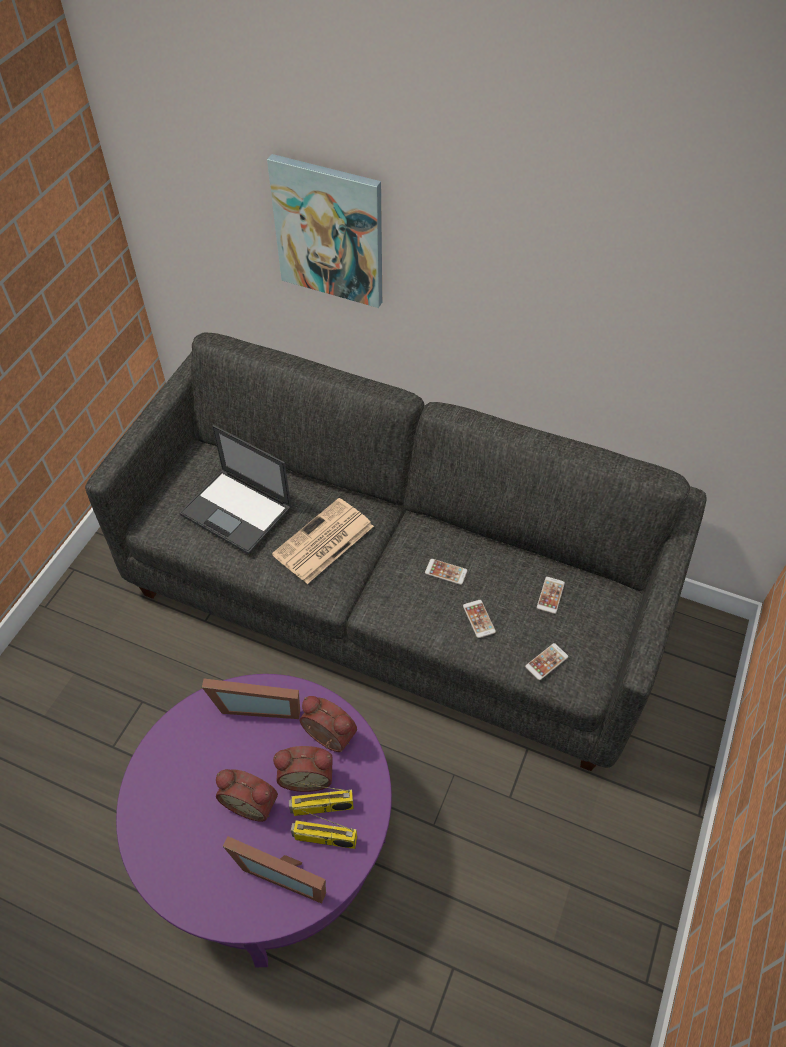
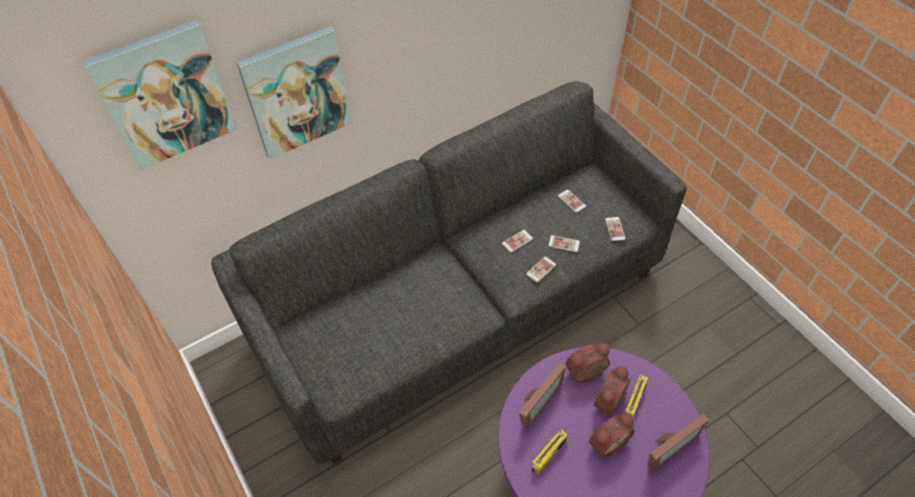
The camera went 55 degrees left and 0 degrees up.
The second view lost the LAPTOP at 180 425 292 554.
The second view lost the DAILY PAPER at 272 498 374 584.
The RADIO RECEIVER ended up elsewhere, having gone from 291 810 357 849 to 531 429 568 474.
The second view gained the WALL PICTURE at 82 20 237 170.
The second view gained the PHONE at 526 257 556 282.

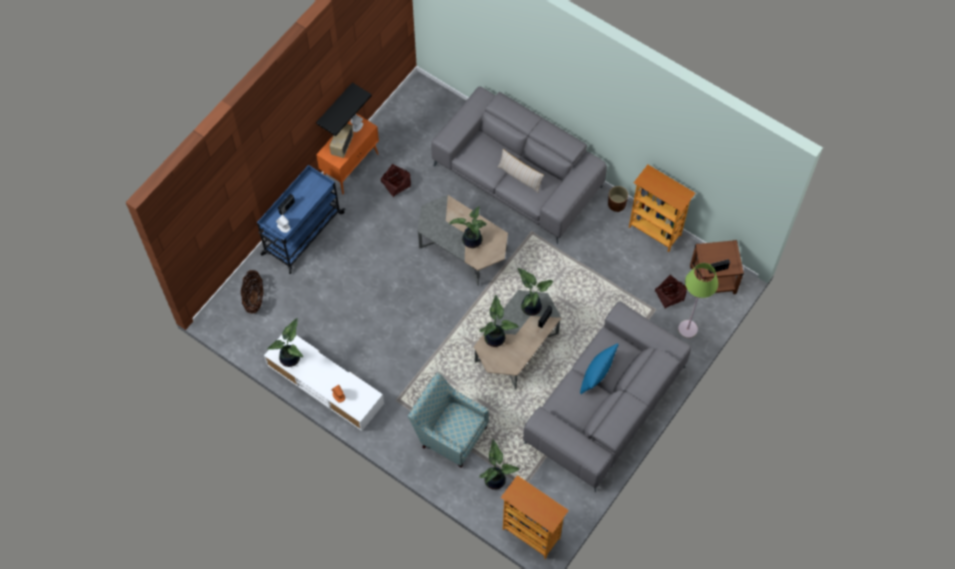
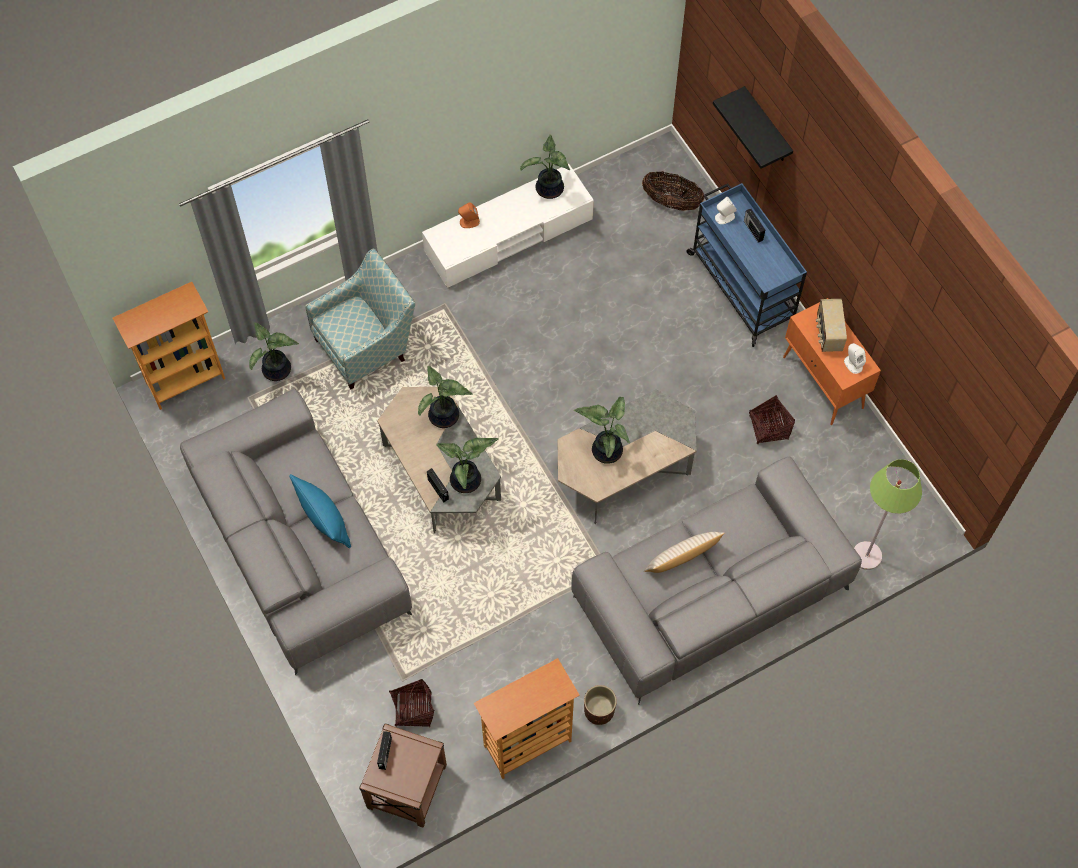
The camera went 115 degrees right and 0 degrees up.
The BLACKISH WALL SHELF ended up elsewhere, having gone from 316 82 372 136 to 713 86 793 169.
The RADIO RECEIVER at 329 124 353 158 ended up facing another way, 135 degrees counterclockwise from before.
The GREEN-COLOURED STANDARD LAMP ended up elsewhere, having gone from 678 263 718 338 to 854 459 922 570.

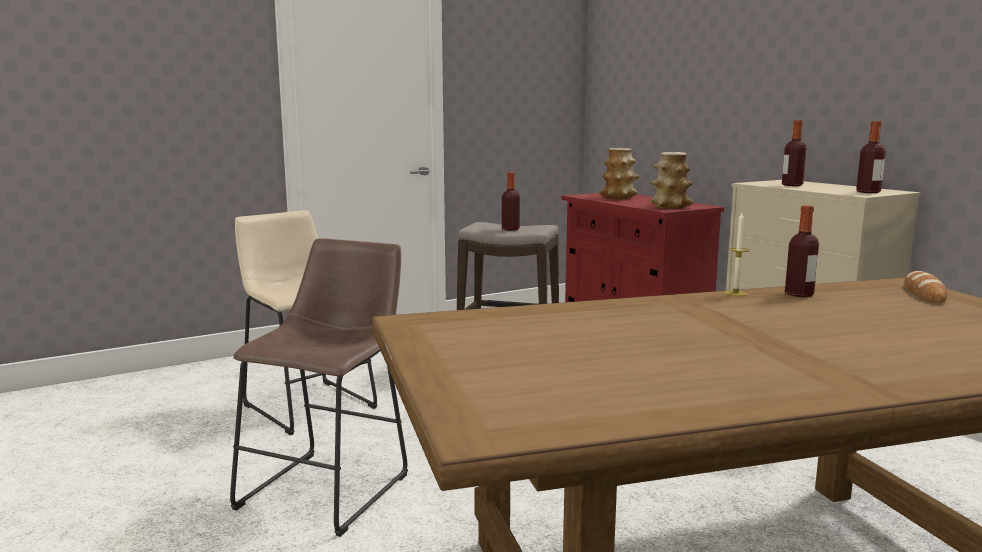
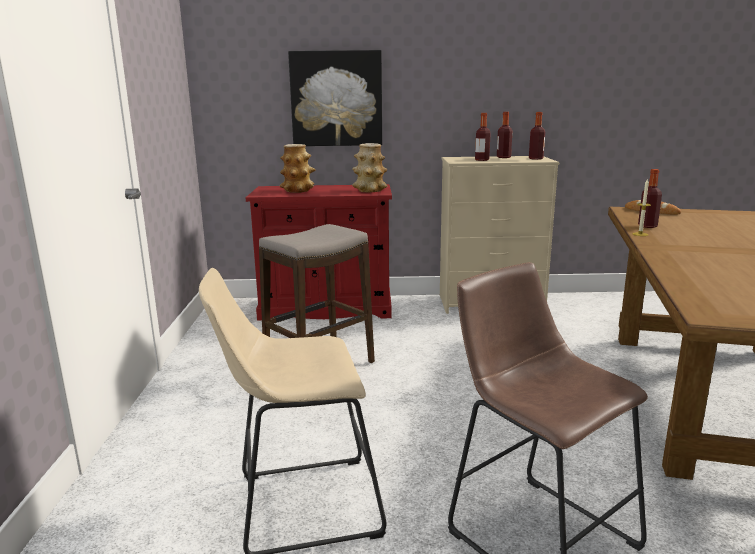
The camera went 60 degrees left and 5 degrees up.
The DRINK BOTTLE ended up elsewhere, having gone from 502 172 520 231 to 497 112 512 158.
The second view gained the WALL PICTURE at 288 50 382 146.

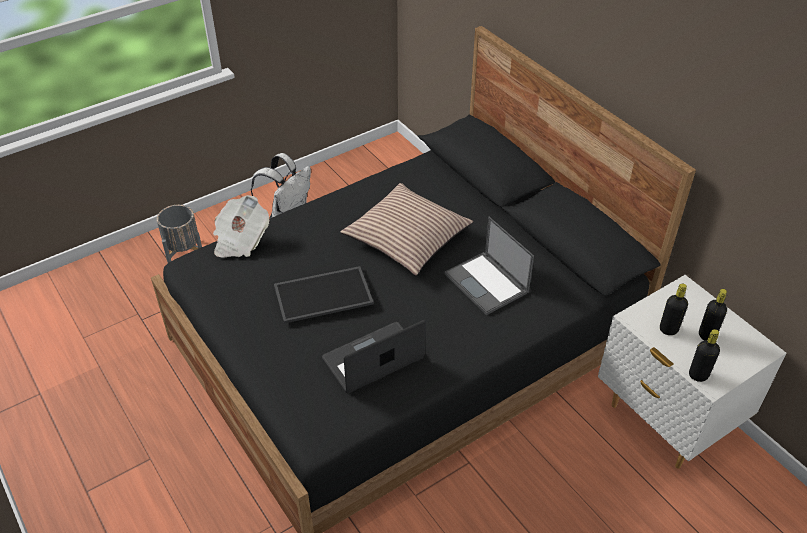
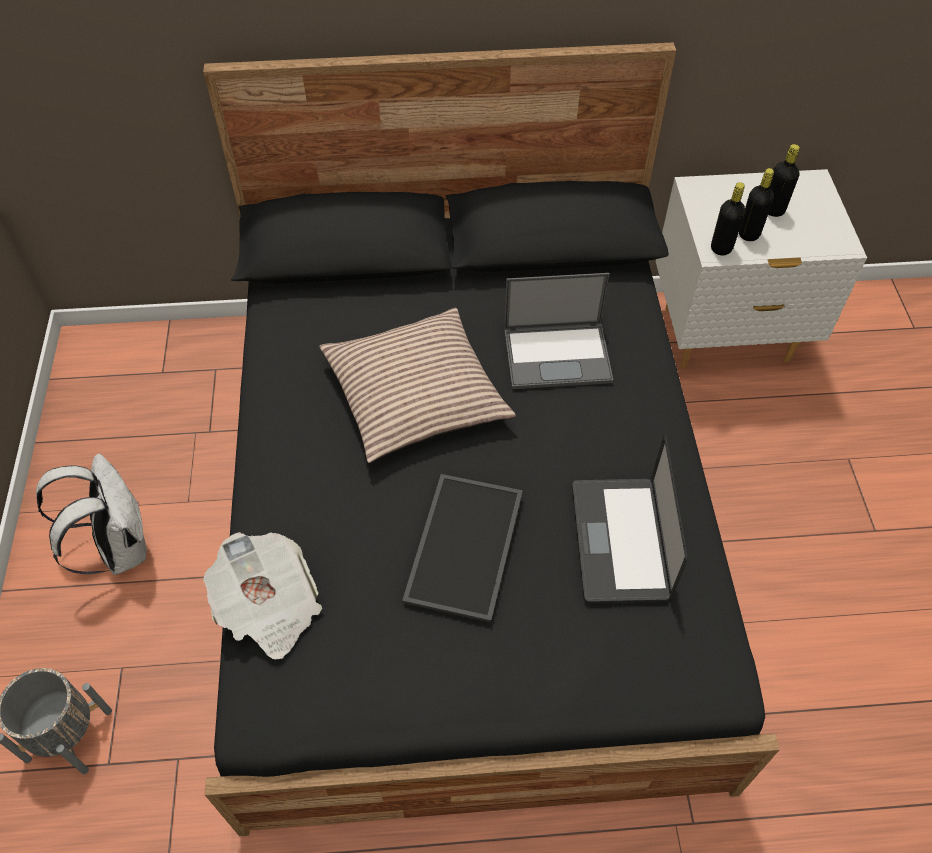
The camera went 60 degrees left and 10 degrees up.
The BLACKISH DRINK BOTTLE ended up elsewhere, having gone from 689 329 720 382 to 711 182 745 256.

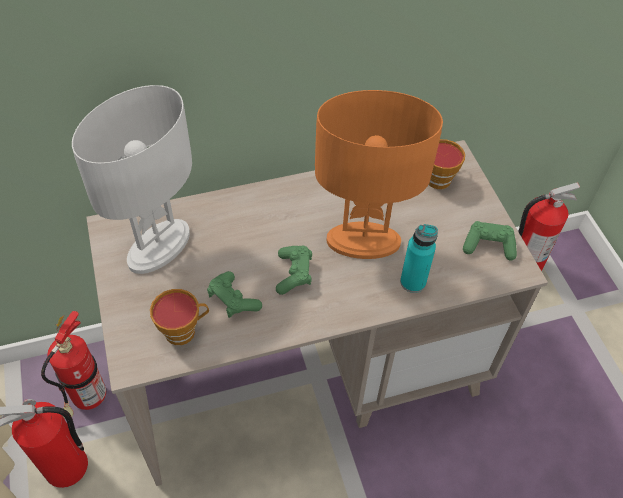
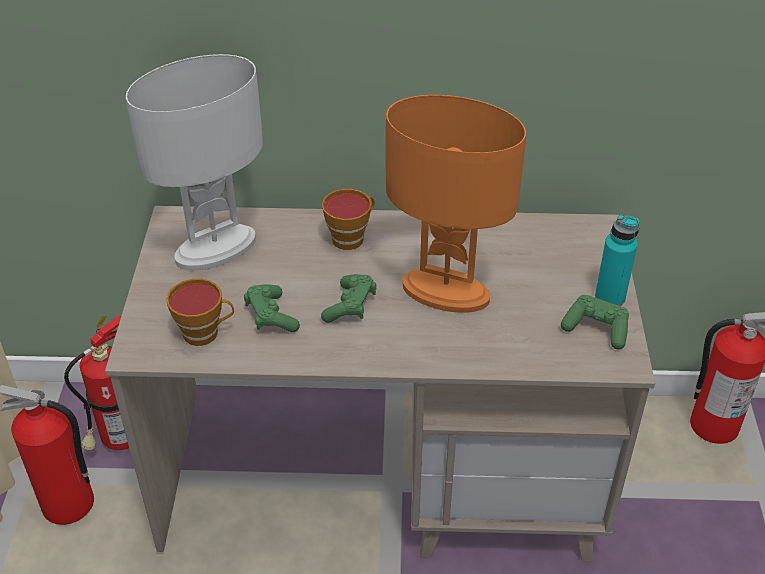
The camera went 20 degrees right and 10 degrees down.
The BLUE-GREEN DRINK BOTTLE ended up elsewhere, having gone from 400 224 438 293 to 595 214 640 306.
The DRINKING CUP ended up elsewhere, having gone from 428 139 465 189 to 322 189 375 250.

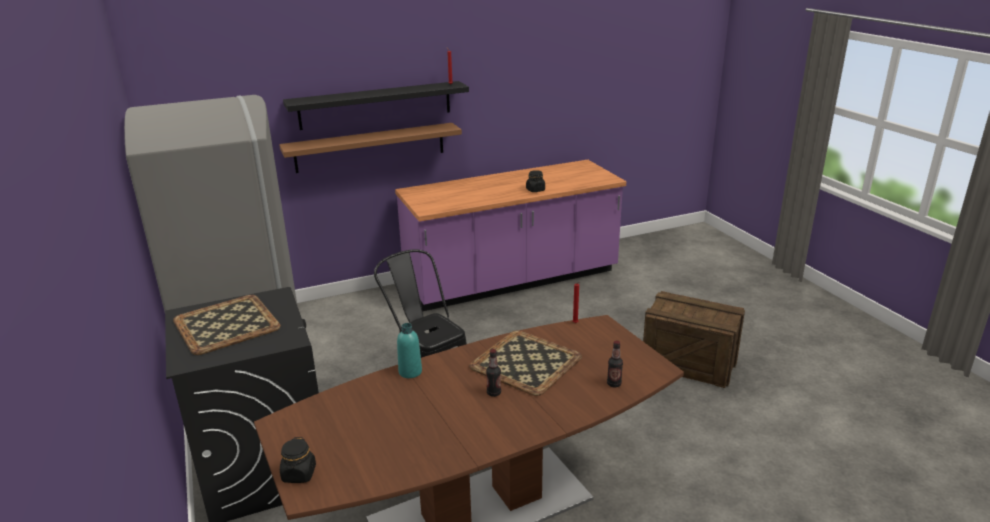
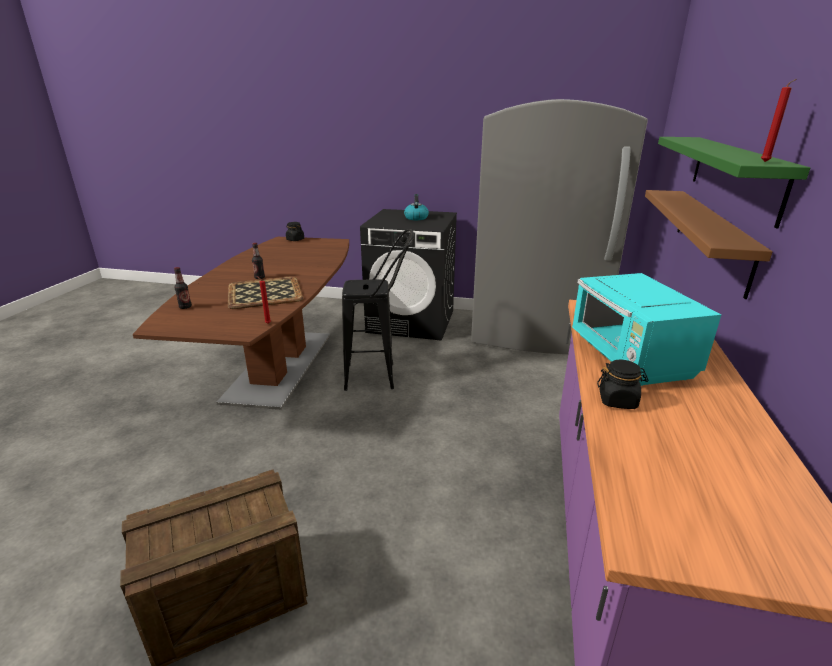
The camera went 125 degrees right and 0 degrees up.
Where the CARRYING TRAY stood at 173 295 281 355, the WATER KETTLE came to stand at 404 194 429 220.
What was the BLACKISH WALL SHELF at 283 81 469 130 turned into the GREEN-COLOURED WALL SHELF at 658 137 810 229.
The second view lost the BLUE-GREEN DRINK BOTTLE at 397 323 422 378.
The second view gained the BLUE-GREEN MICROWAVE OVEN at 572 273 721 386.

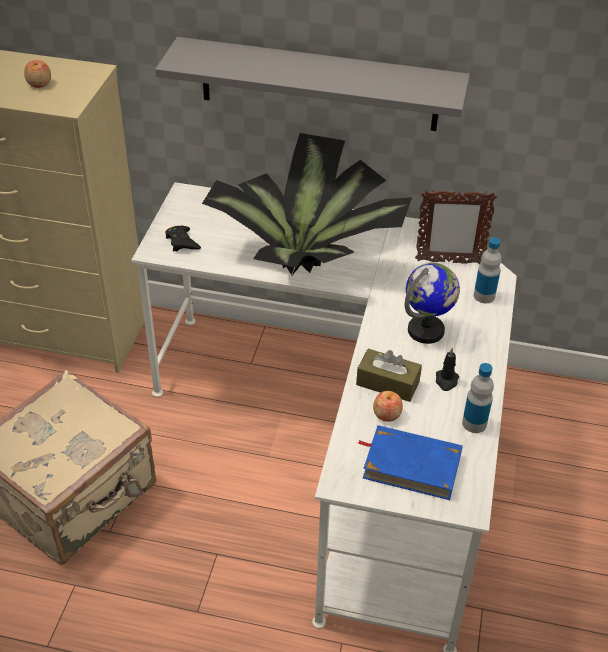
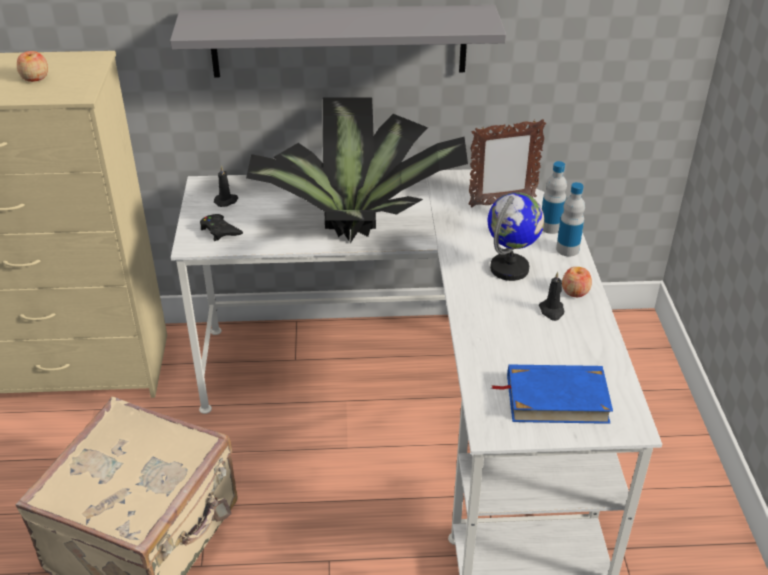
The camera went 15 degrees left and 5 degrees down.
The second view lost the BROWNISH TISSUE HOLDER at 356 349 422 402.
The APPLE FRUIT ended up elsewhere, having gone from 373 391 403 422 to 562 267 592 297.
The DRINK BOTTLE ended up elsewhere, having gone from 462 363 494 433 to 556 182 585 257.
The second view gained the BLACKISH WAX CANDLE at 214 165 238 207.

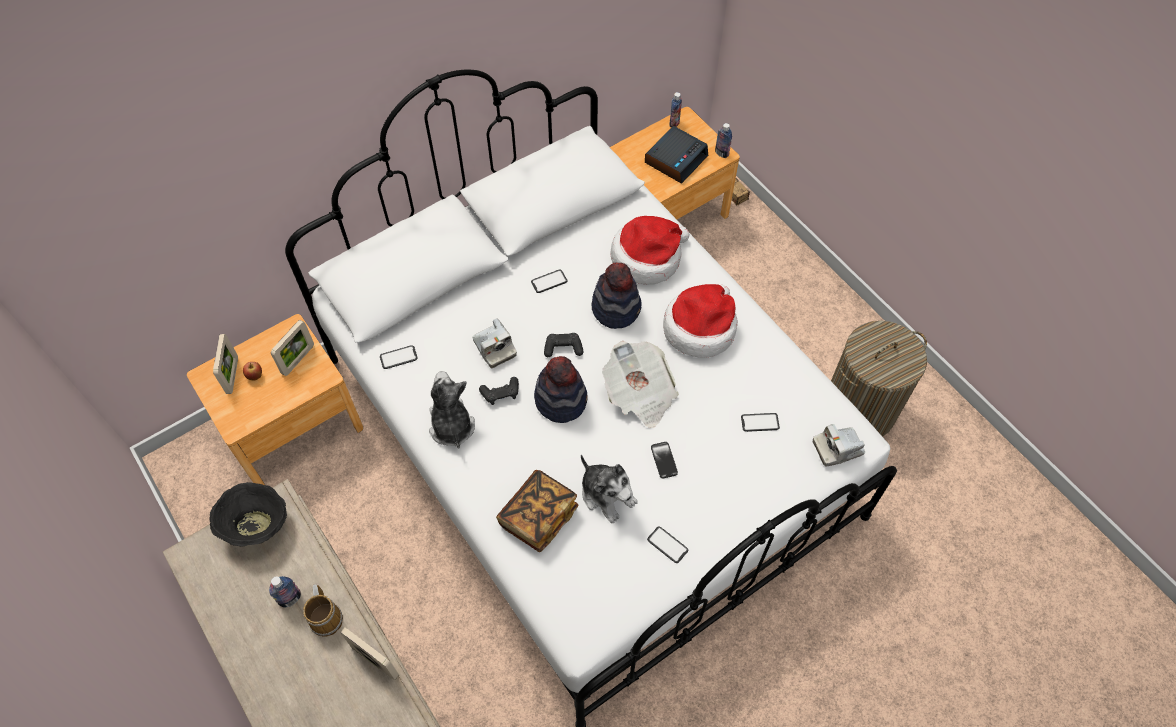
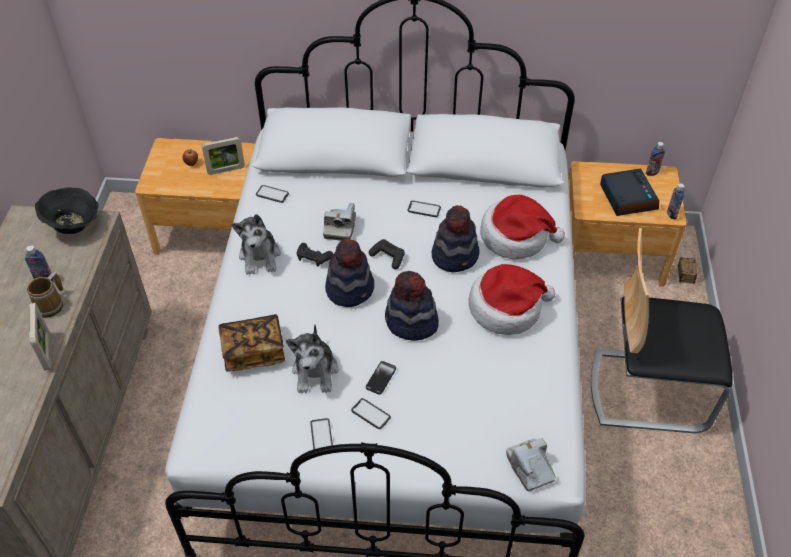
The camera went 40 degrees right and 10 degrees down.
The second view lost the STANDING FRAME at 213 334 238 394.
The CUDDLY TOY at 429 371 475 449 ended up facing another way, 150 degrees clockwise from before.
Where the DAILY PAPER stood at 602 341 679 428, the WEARABLE HAT came to stand at 385 271 439 341.
The BEDSIDE CLOCK at 645 126 708 184 ended up facing another way, 90 degrees counterclockwise from before.
The PHONE ended up elsewhere, having gone from 741 413 780 432 to 351 398 391 429.
The PHOTO CAMERA at 813 424 865 467 ended up facing another way, 45 degrees clockwise from before.
The second view lost the WASHING BASKET at 831 321 927 437.
The second view gained the CHAIR at 591 228 733 433.

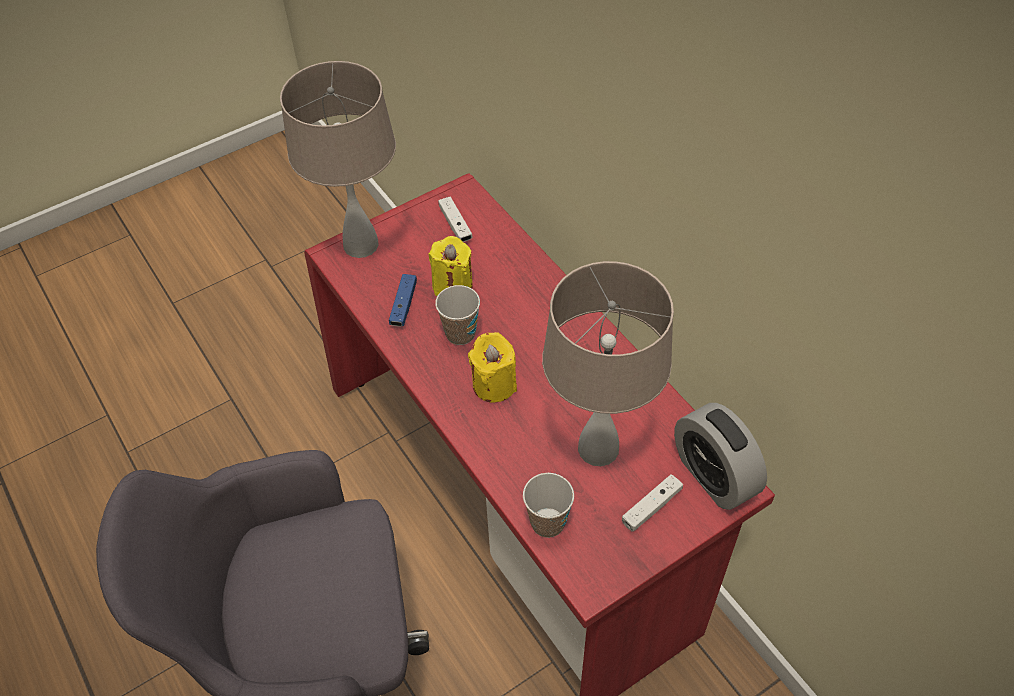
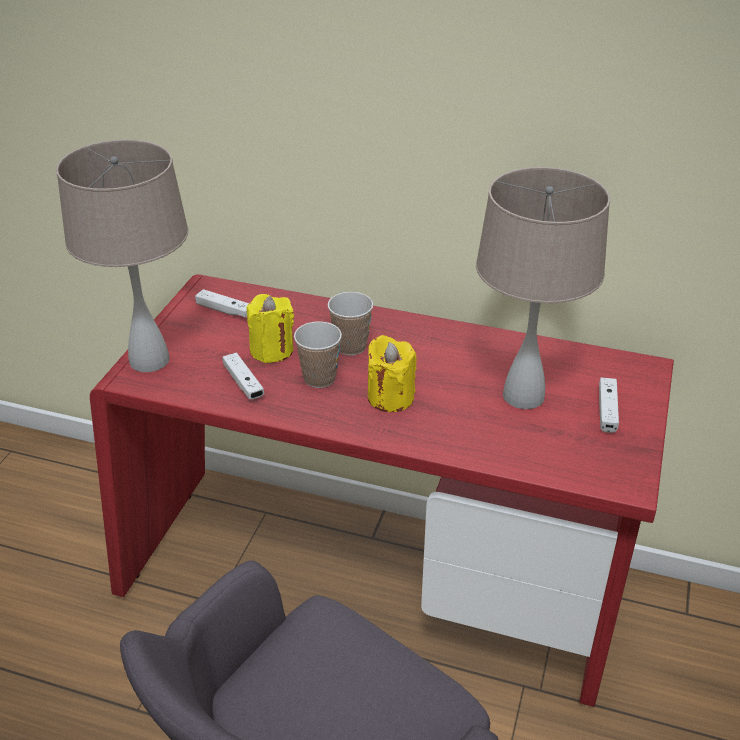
The camera went 40 degrees left and 15 degrees down.
What was the BLUE GAMEPAD at 389 274 417 327 turned into the WHITE GAMEPAD at 222 353 264 400.
The DRINKING CUP ended up elsewhere, having gone from 523 473 574 538 to 328 292 373 355.
The second view lost the BEDSIDE CLOCK at 674 403 767 510.

